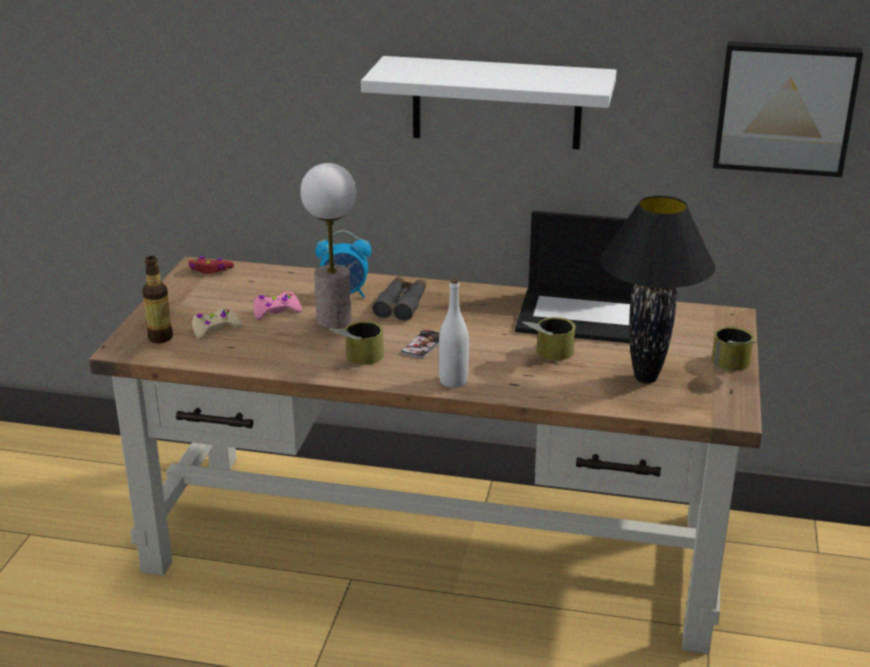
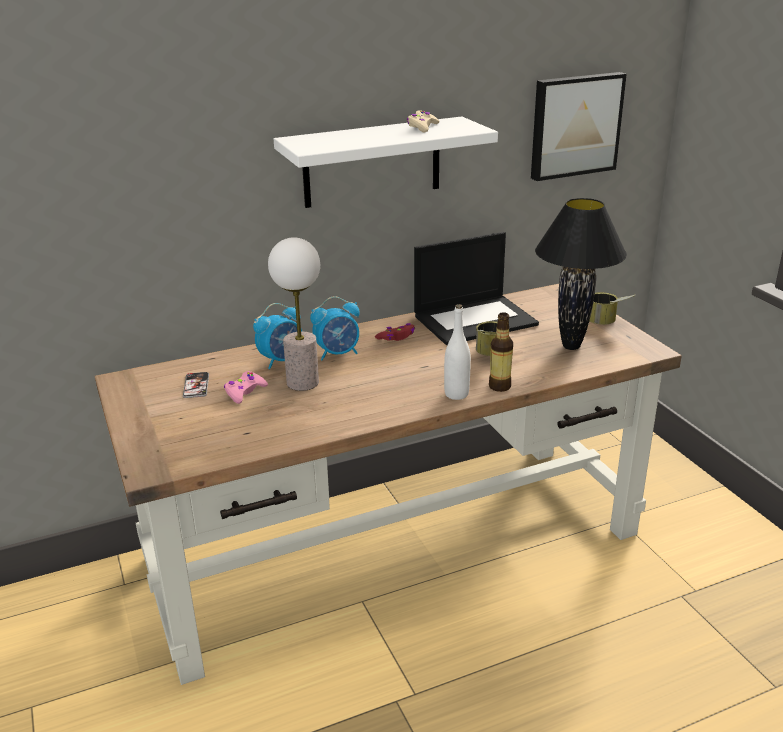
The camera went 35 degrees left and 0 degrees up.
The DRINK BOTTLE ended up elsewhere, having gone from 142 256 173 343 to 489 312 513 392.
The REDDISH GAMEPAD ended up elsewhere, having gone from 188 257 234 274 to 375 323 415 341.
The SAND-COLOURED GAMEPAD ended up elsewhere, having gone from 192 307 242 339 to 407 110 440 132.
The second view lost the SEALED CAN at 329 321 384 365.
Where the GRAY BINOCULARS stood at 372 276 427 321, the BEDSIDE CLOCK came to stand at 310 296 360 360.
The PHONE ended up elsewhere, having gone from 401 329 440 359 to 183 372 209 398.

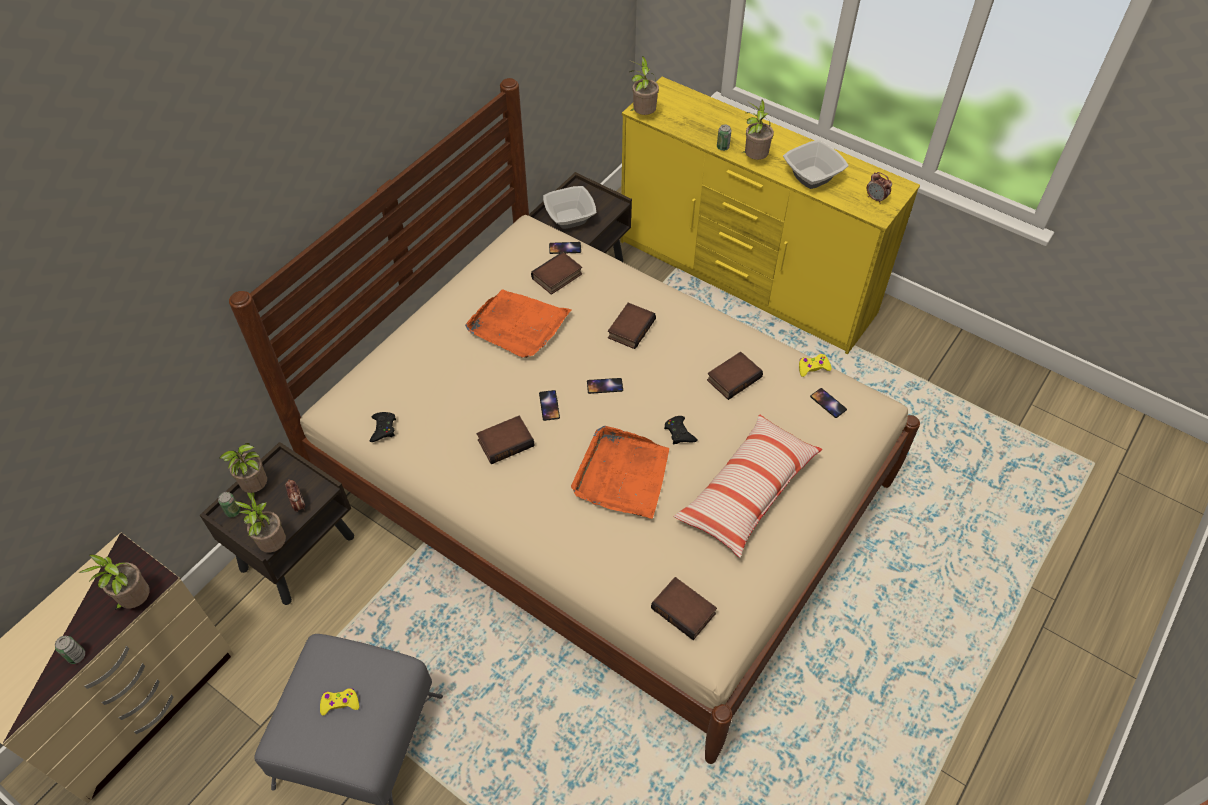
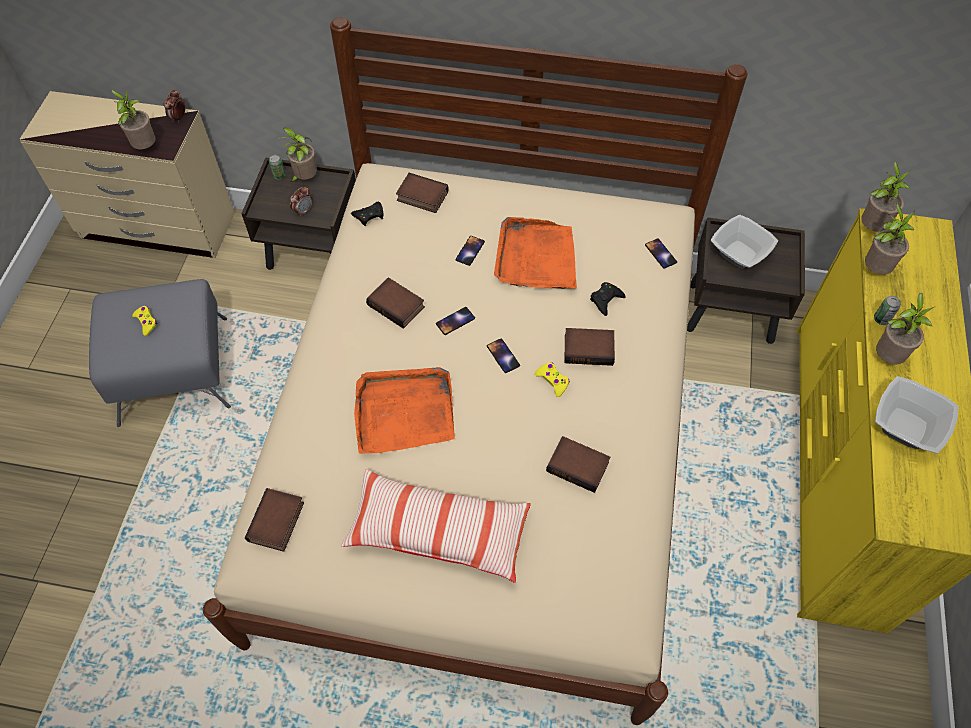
The camera went 65 degrees right and 5 degrees up.
The second view lost the SEALED CAN at 55 636 85 664.
The HOUSEPLANT ended up elsewhere, having gone from 235 495 286 553 to 865 203 915 275.
The BOUND BOOK ended up elsewhere, having gone from 531 252 582 295 to 396 173 449 213.
The BLACKISH GAMEPAD ended up elsewhere, having gone from 664 416 698 445 to 590 282 626 316.
The YELLOW GAMEPAD ended up elsewhere, having gone from 799 354 832 377 to 535 362 570 397.
The PHONE ended up elsewhere, having gone from 810 388 847 418 to 455 236 485 266.
The BEDSIDE CLOCK ended up elsewhere, having gone from 867 172 892 204 to 164 90 186 122.

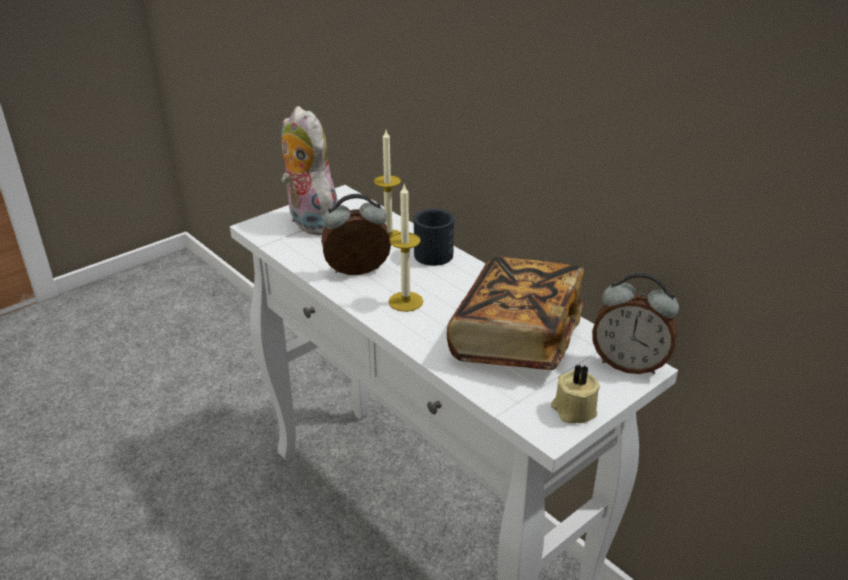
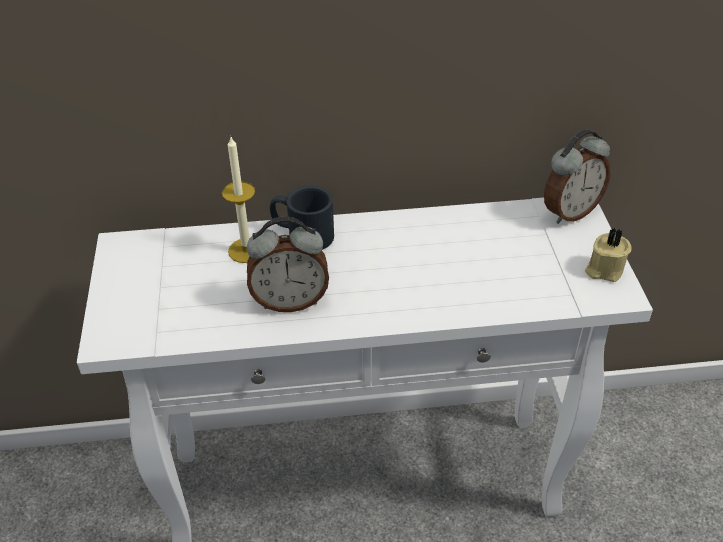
The camera went 55 degrees left and 10 degrees up.
The second view lost the CUDDLY TOY at 281 106 338 235.
The BEDSIDE CLOCK at 321 194 391 275 ended up facing another way, 120 degrees counterclockwise from before.
The second view lost the WAX CANDLE at 388 185 423 312.
The second view lost the BOUND BOOK at 447 257 584 370.

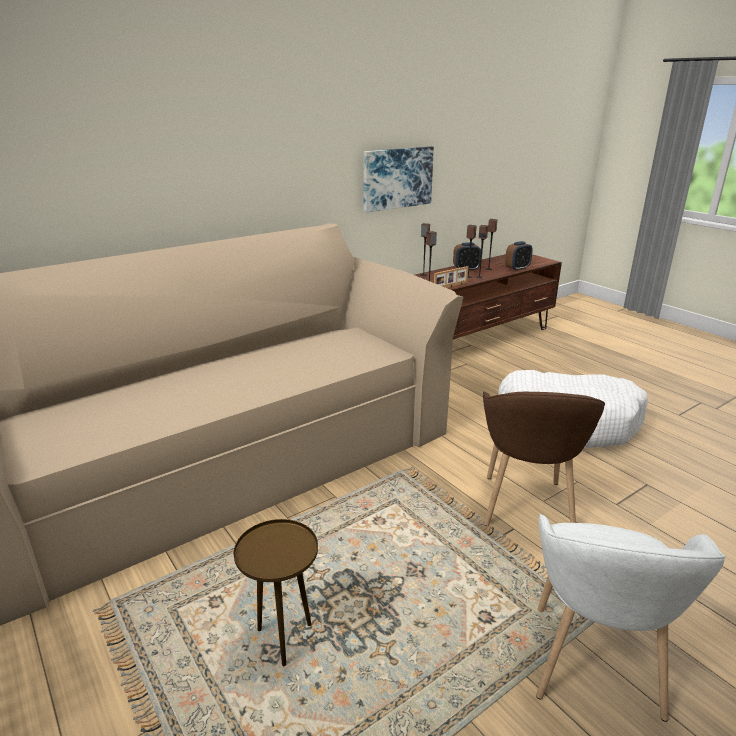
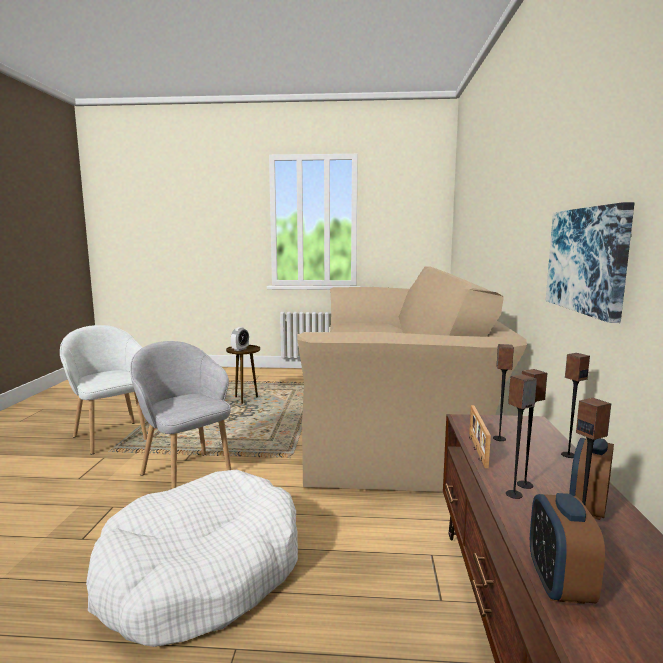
The camera went 130 degrees right and 15 degrees down.
What was the BROWNISH EASY CHAIR at 483 392 605 526 turned into the GRAY EASY CHAIR at 130 341 231 489.
The second view gained the BEDSIDE CLOCK at 231 327 249 351.

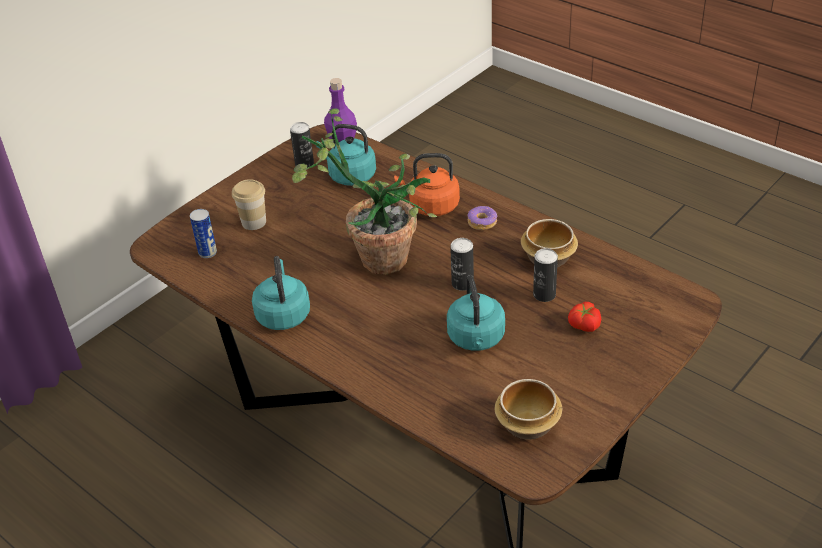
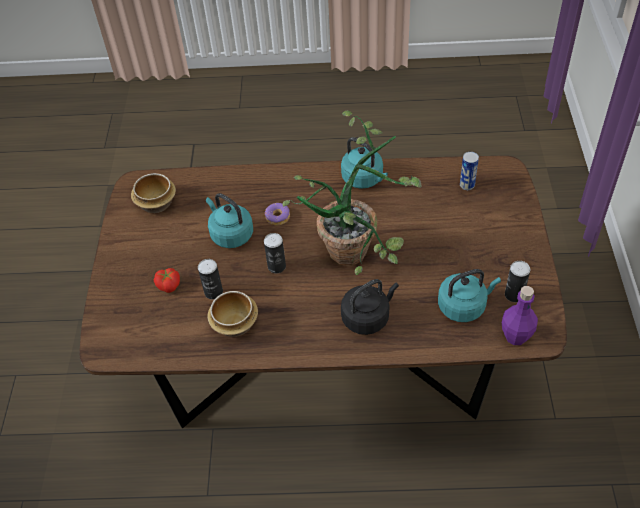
The camera went 140 degrees right and 10 degrees up.
The second view lost the DRINKING CUP at 232 179 266 230.
What was the ORANGE WATER KETTLE at 394 153 460 216 turned into the BLACKISH WATER KETTLE at 341 279 399 335.
The RING DOUGHNUT ended up elsewhere, having gone from 468 206 498 230 to 265 203 290 225.

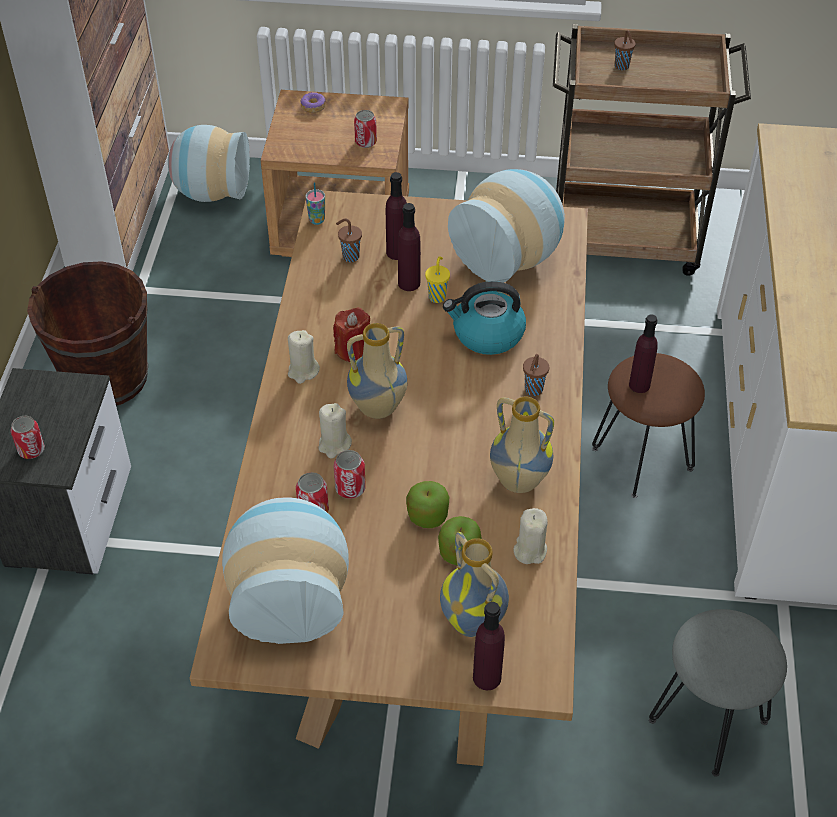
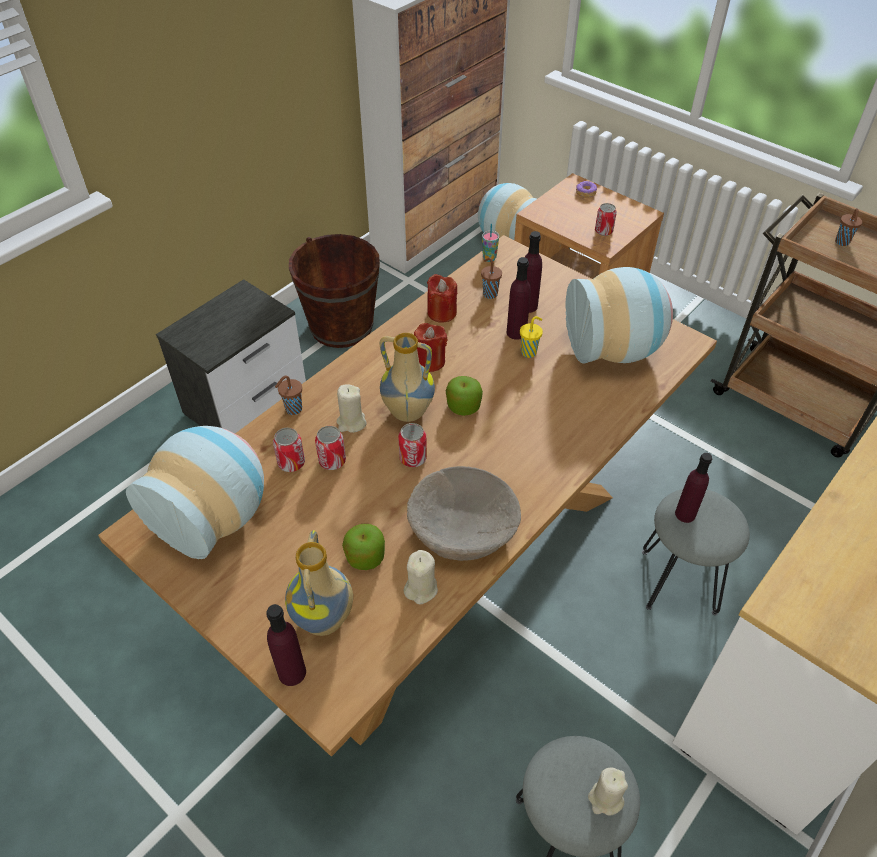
The camera went 35 degrees right and 0 degrees up.
The SEALED CAN ended up elsewhere, having gone from 11 416 45 459 to 398 423 427 467.
The SAND-COLOURED WAX CANDLE ended up elsewhere, having gone from 288 330 320 384 to 588 768 628 816.
The APPLE FRUIT ended up elsewhere, having gone from 406 481 449 528 to 446 376 483 416.
The second view lost the WATER KETTLE at 443 281 526 355.
Where the VASE stood at 490 397 554 493, the SAND-COLOURED SERVING BOWL came to stand at 407 466 521 561.
The BROWNISH DRINKING CUP ended up elsewhere, having gone from 523 354 549 396 to 275 376 302 415.
What was the BROWNISH STOOL at 592 353 705 498 turned into the GRAY STOOL at 642 489 750 616.
The second view gained the REDDISH WAX CANDLE at 427 274 458 323.

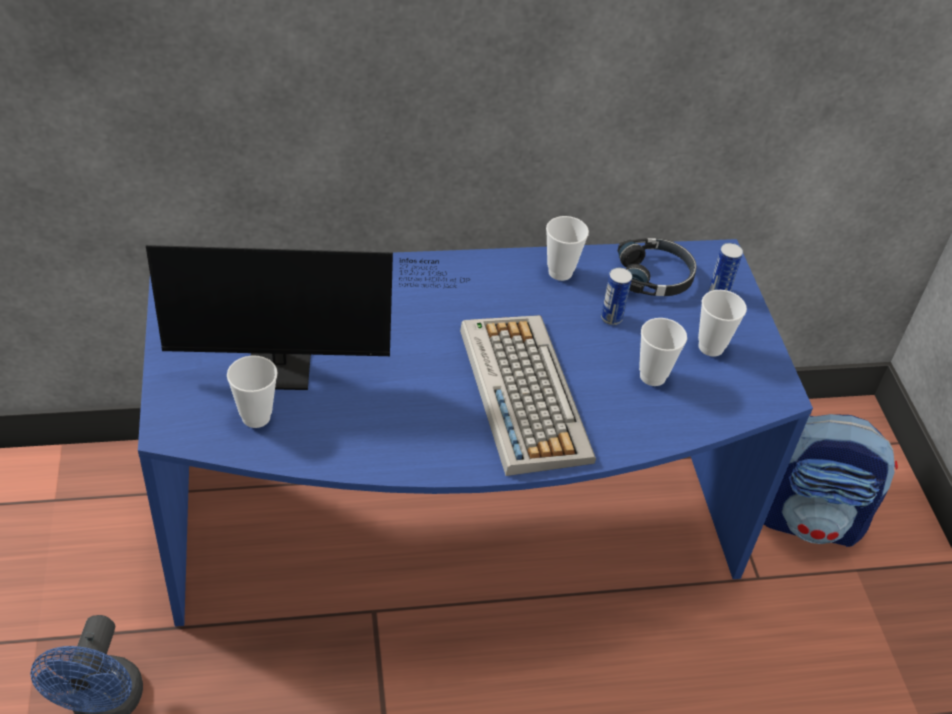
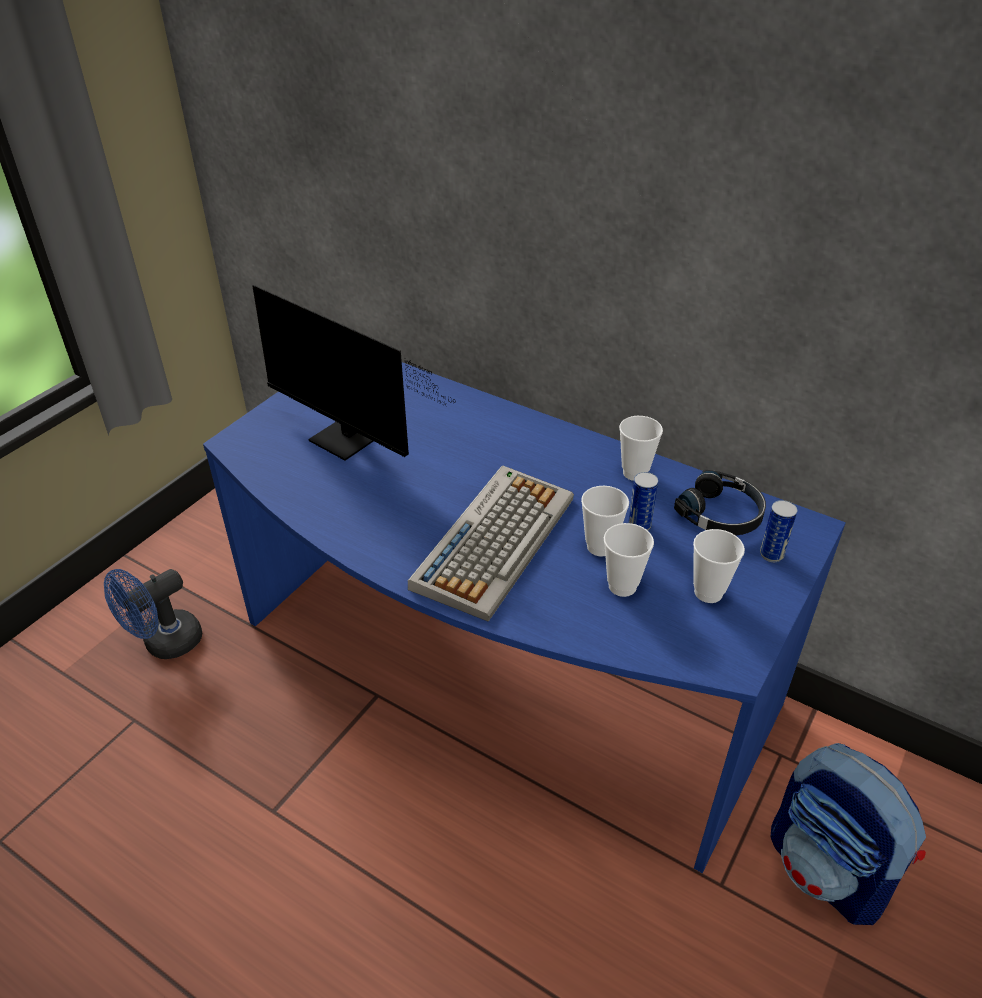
The camera went 45 degrees right and 5 degrees down.
The DRINKING CUP ended up elsewhere, having gone from 227 355 278 428 to 581 486 629 556.

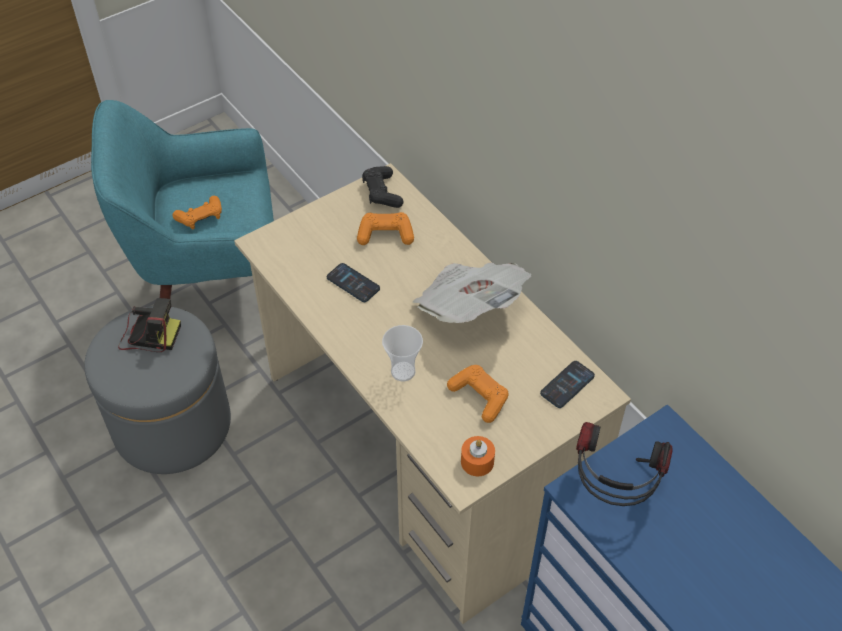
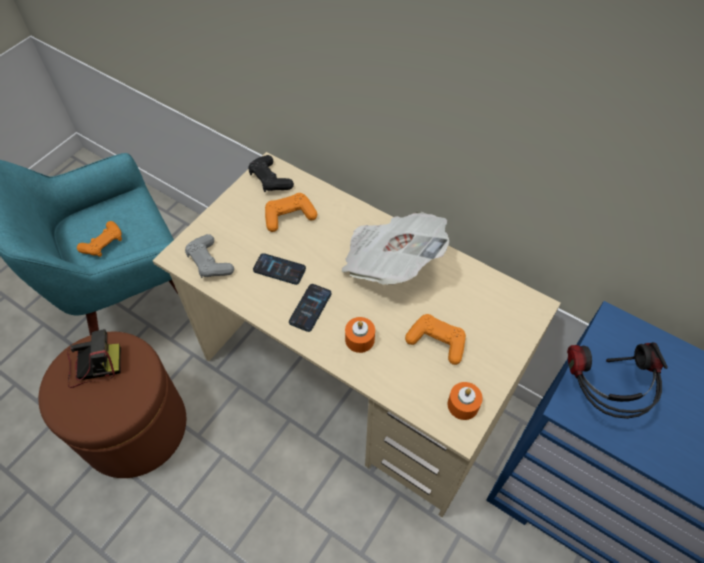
The camera went 20 degrees left and 5 degrees up.
What was the GRAY OTTOMAN at 84 306 231 474 turned into the BROWNISH OTTOMAN at 39 332 186 478.
Where the DRINKING CUP stood at 382 325 423 381, the ORANGE WAX CANDLE came to stand at 345 317 375 353.
The PHONE ended up elsewhere, having gone from 540 361 595 408 to 289 284 331 332.
The second view gained the GRAY GAMEPAD at 185 234 234 278.

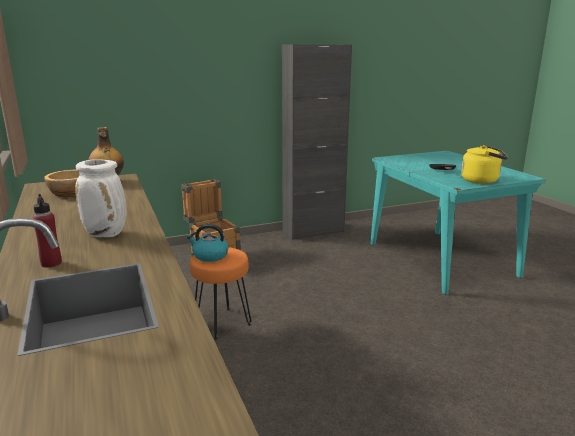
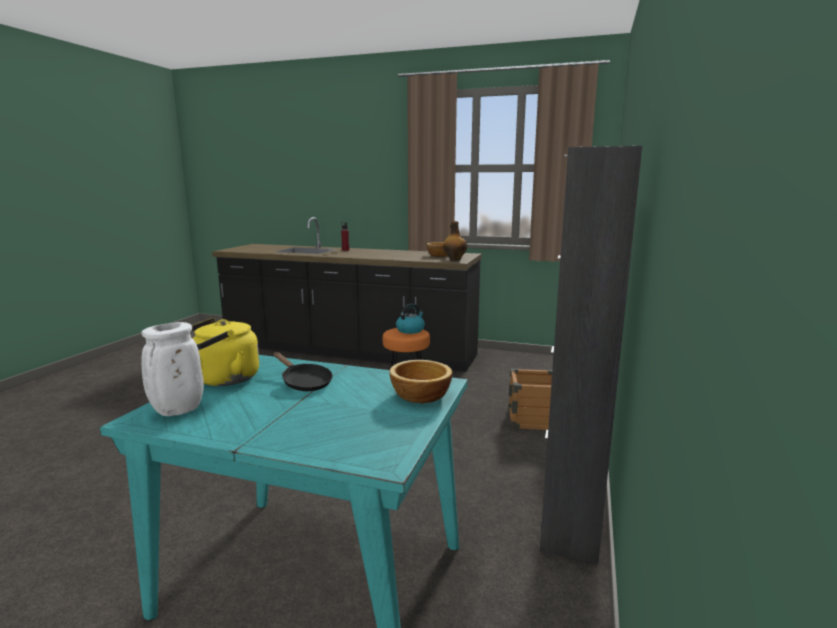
The camera went 130 degrees right and 5 degrees down.
The WHITE VASE ended up elsewhere, having gone from 75 159 127 237 to 141 322 204 416.
The second view gained the SERVING BOWL at 389 360 452 404.

